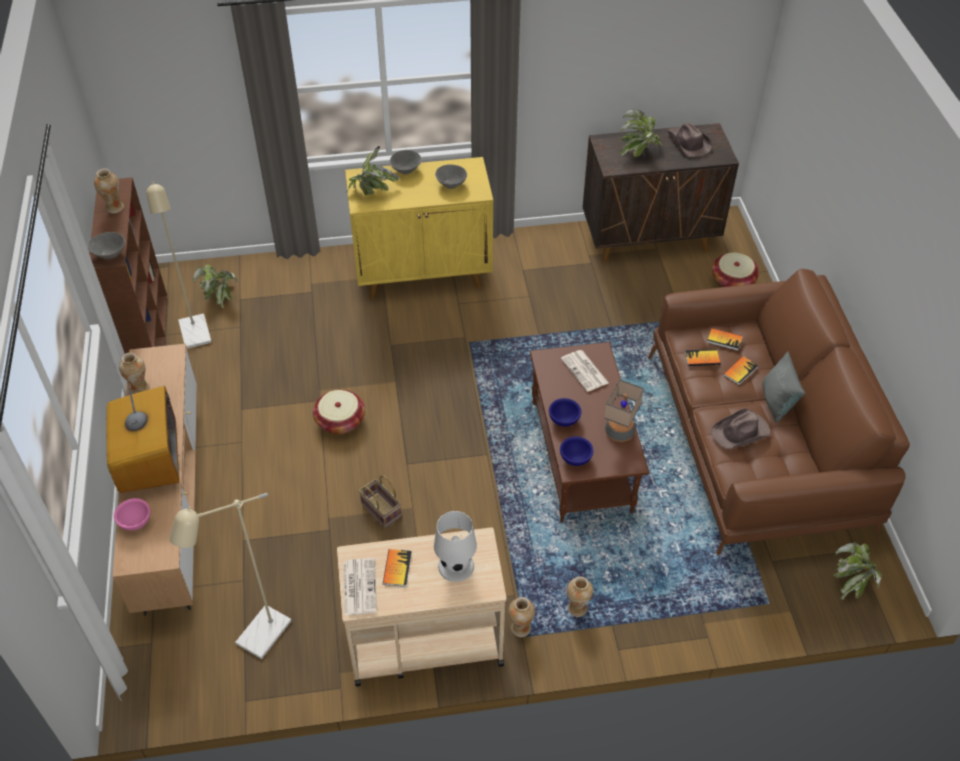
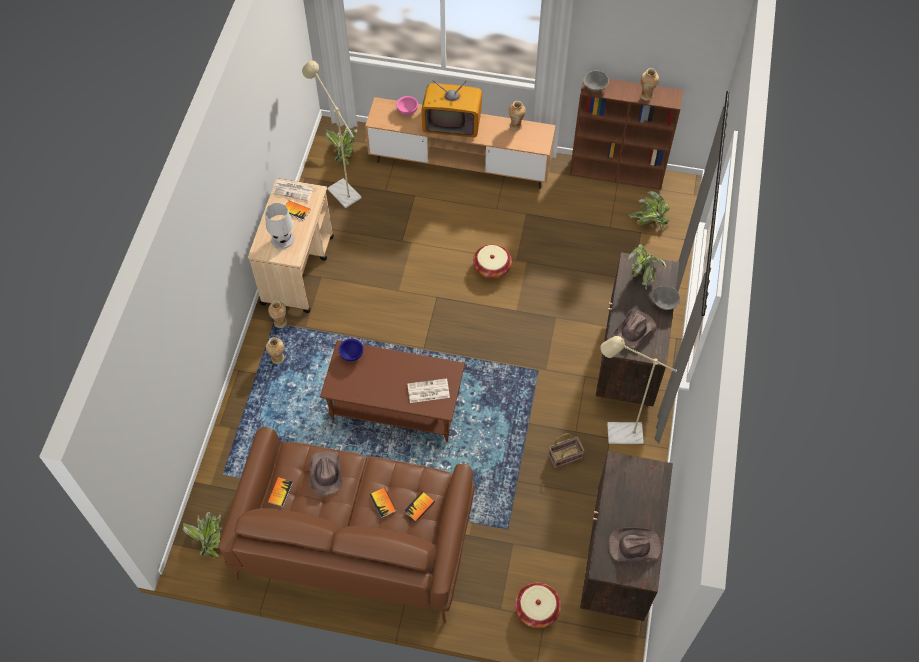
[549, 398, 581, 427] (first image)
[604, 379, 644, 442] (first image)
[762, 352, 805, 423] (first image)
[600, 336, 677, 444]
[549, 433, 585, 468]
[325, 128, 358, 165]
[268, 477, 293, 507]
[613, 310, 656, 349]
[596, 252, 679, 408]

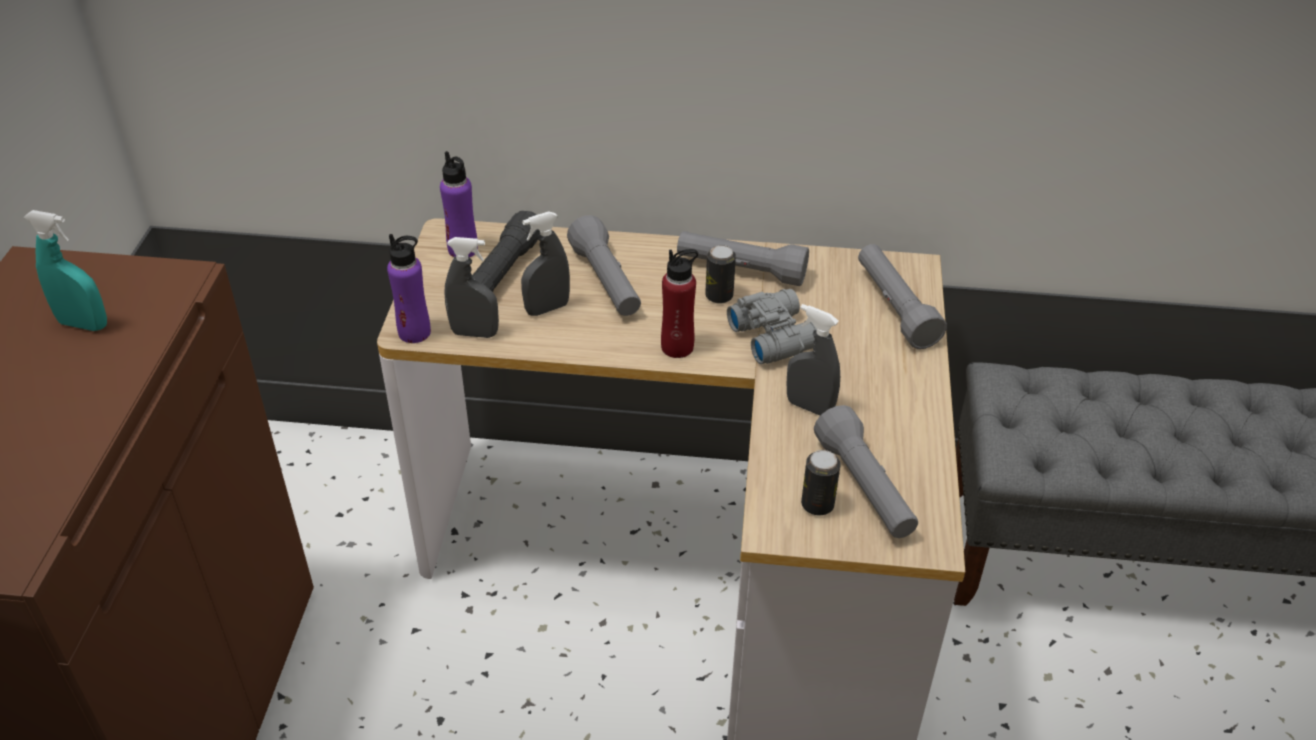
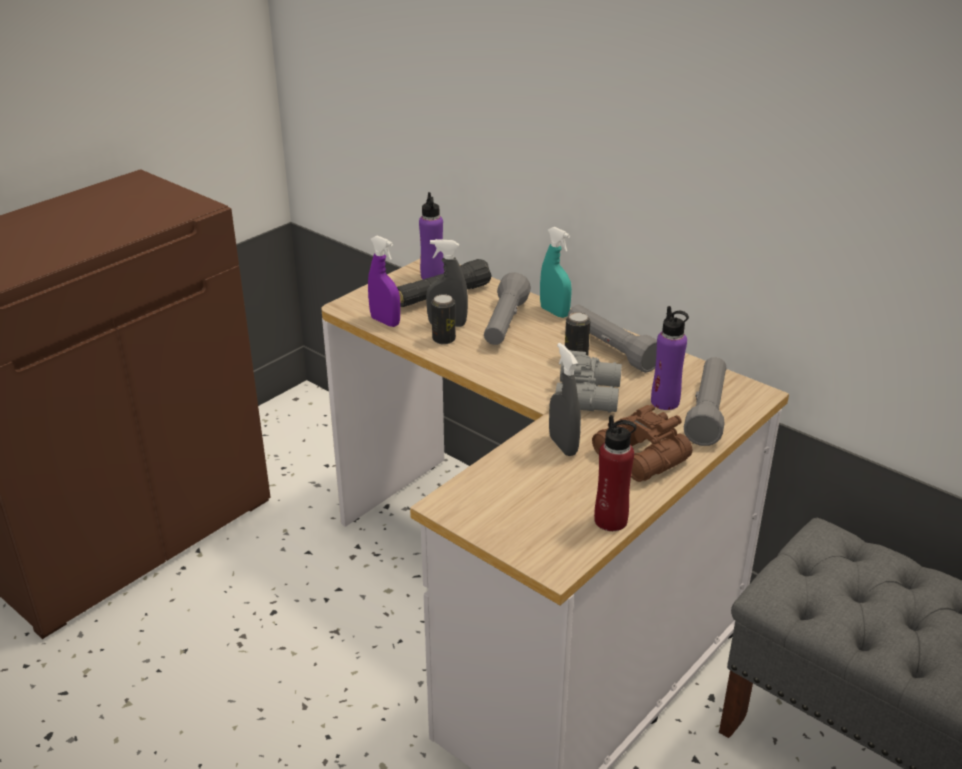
[814, 405, 918, 538] (first image)
[592, 405, 692, 482]
[540, 227, 572, 318]
[651, 306, 689, 410]
[594, 415, 637, 531]
[431, 294, 456, 345]
[368, 236, 400, 327]

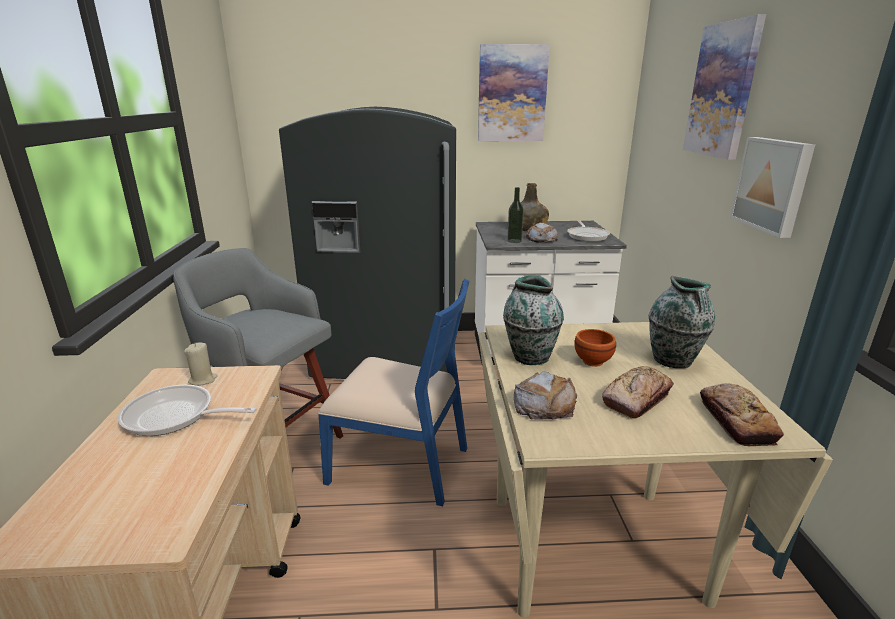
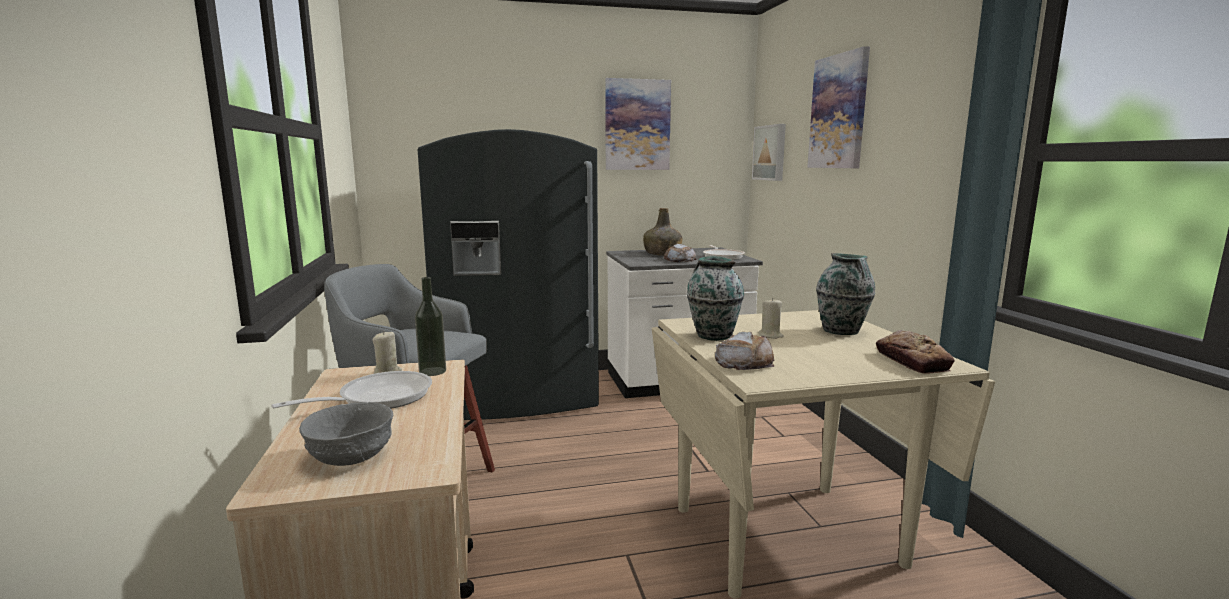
[318, 279, 469, 506] (first image)
[602, 366, 674, 419] (first image)
[299, 402, 393, 466]
[415, 277, 446, 376]
[752, 124, 786, 181]
[759, 298, 784, 339]
[271, 371, 432, 409]

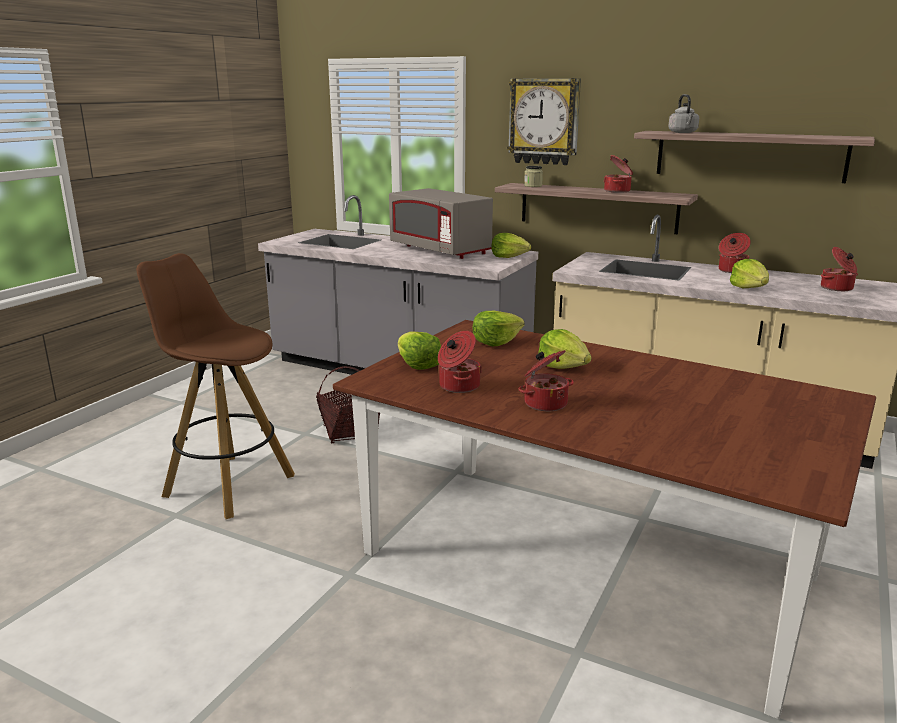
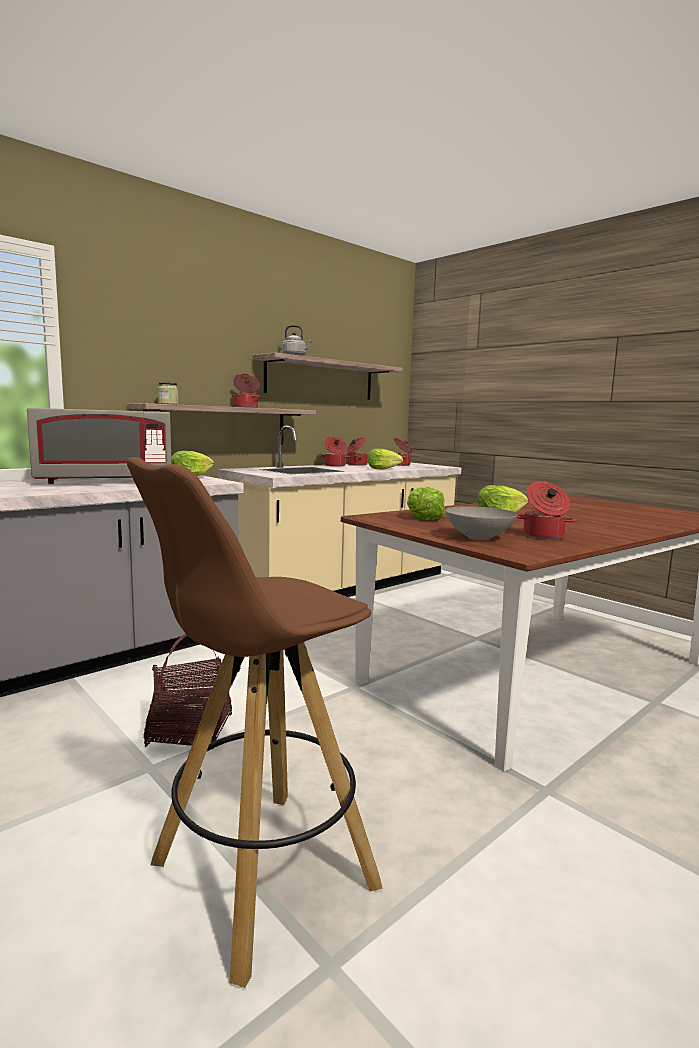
[507, 78, 581, 165] (first image)
[347, 437, 368, 466]
[445, 506, 517, 540]

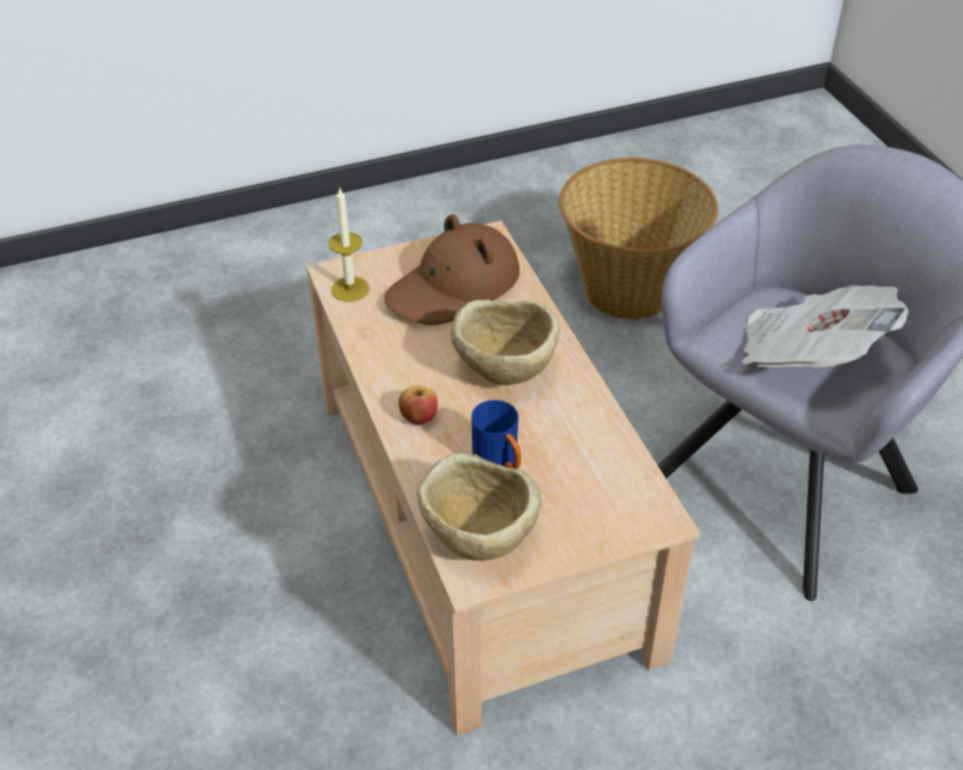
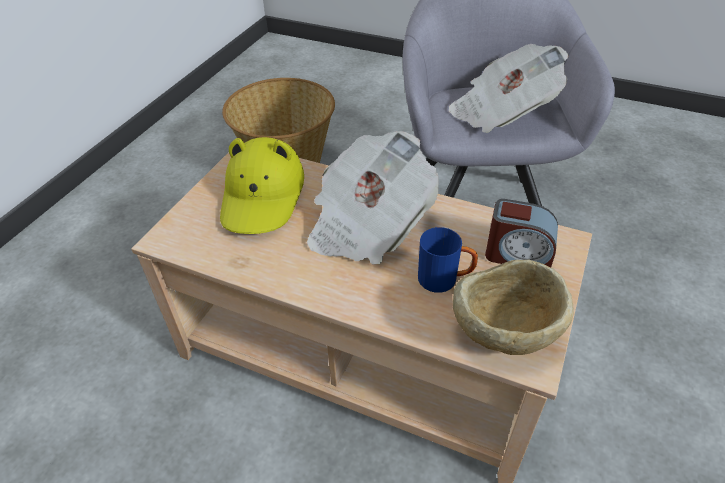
[329, 188, 369, 302] (first image)
[398, 385, 438, 425] (first image)
[485, 199, 558, 267]
[307, 131, 439, 265]
[220, 137, 304, 234]

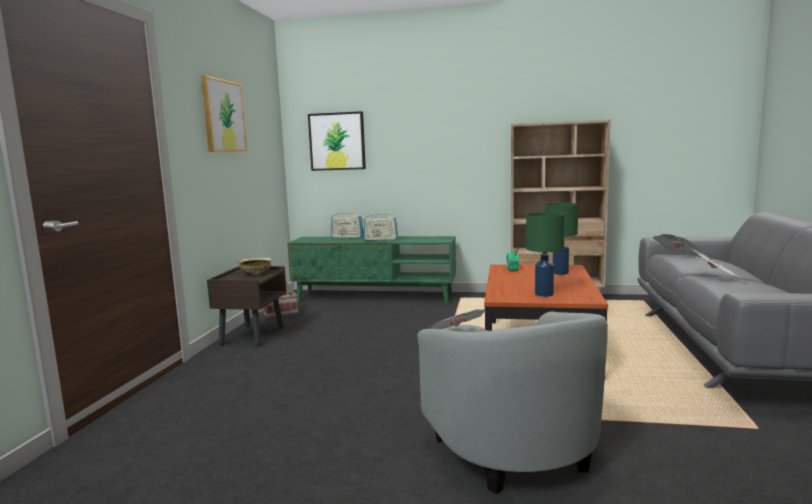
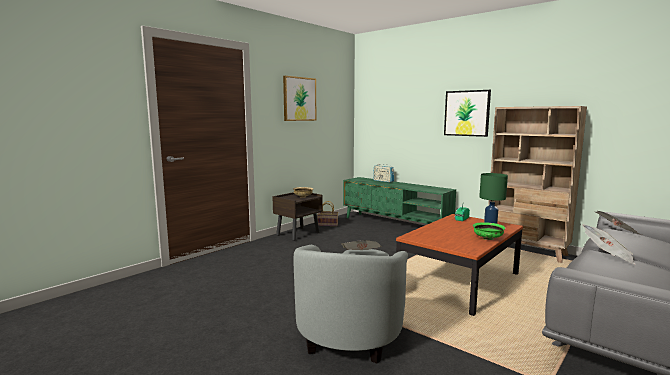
[364, 212, 398, 241] (first image)
[526, 212, 565, 297] (first image)
[473, 222, 506, 240]
[444, 90, 491, 137]

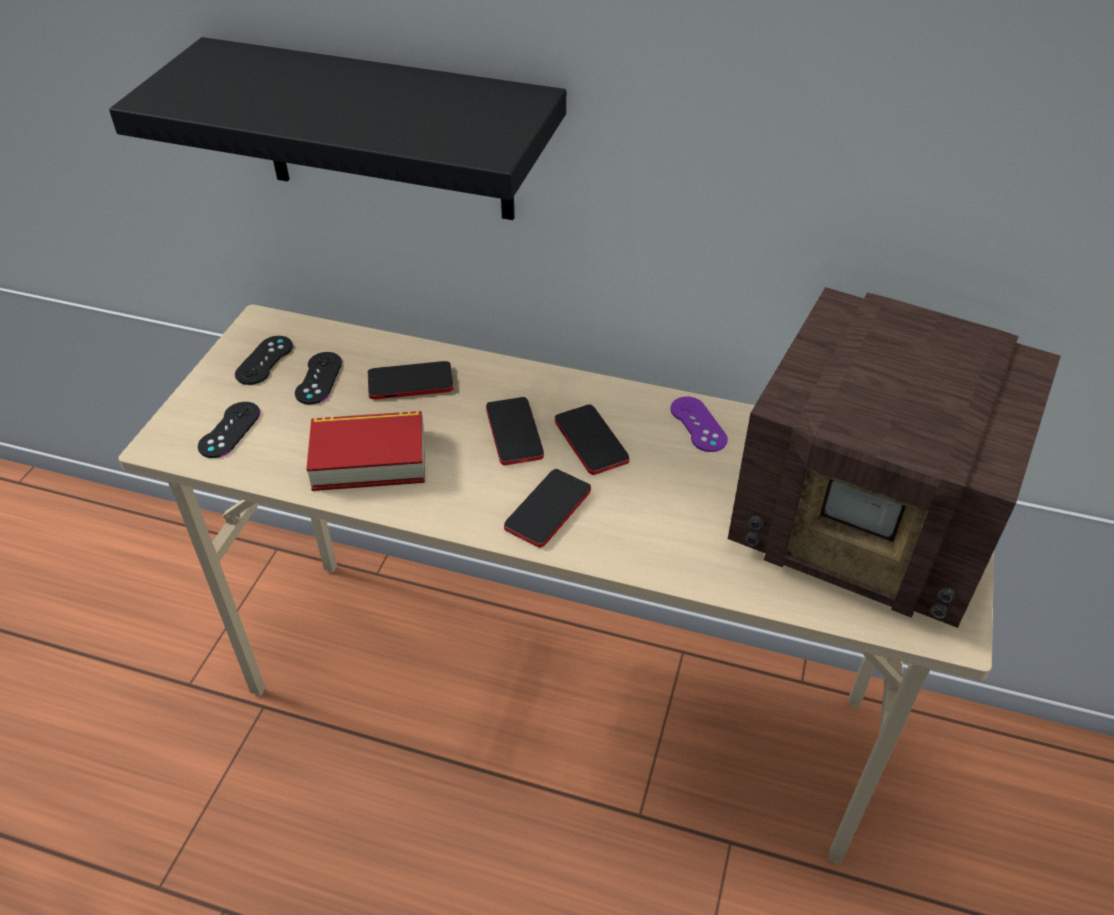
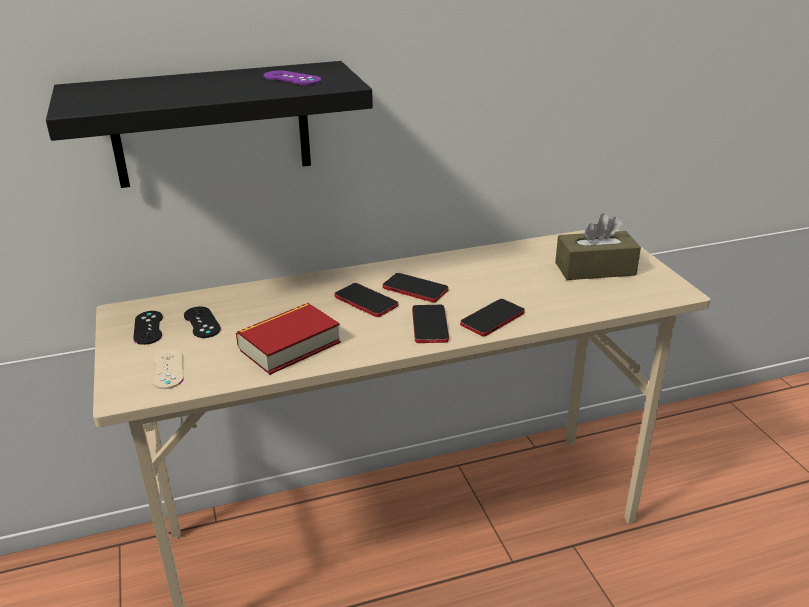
[460, 299, 525, 336]
[263, 71, 322, 85]
[555, 213, 641, 280]
[152, 349, 184, 389]

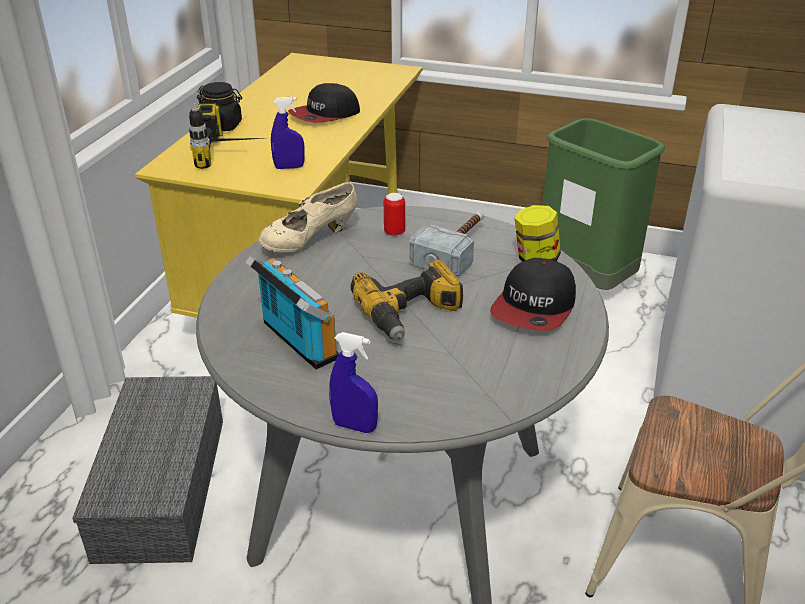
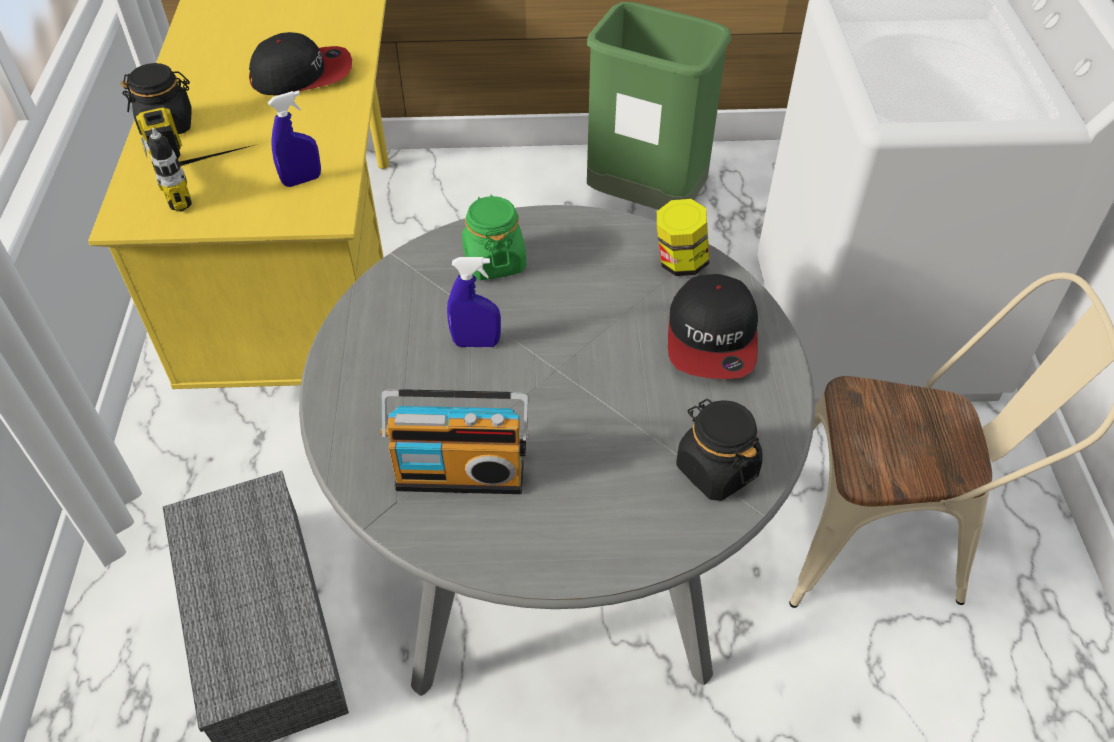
[258, 182, 357, 252] (first image)
[351, 260, 463, 341] (first image)
[409, 210, 484, 276] (first image)
[676, 399, 763, 501]
[447, 257, 501, 347]
[462, 195, 526, 280]
[380, 389, 529, 494]
[249, 32, 352, 96]

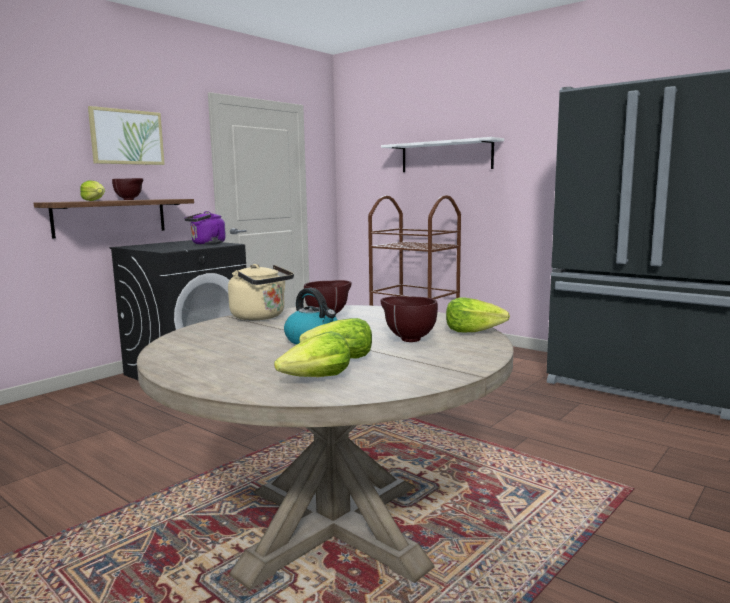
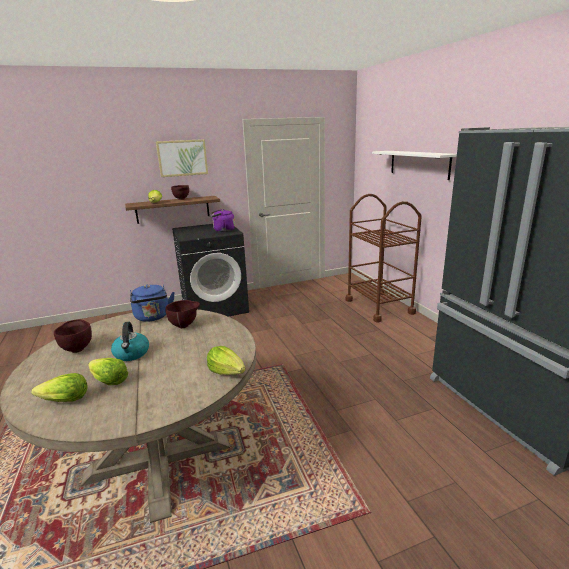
[54, 319, 92, 353]
[130, 285, 175, 322]

